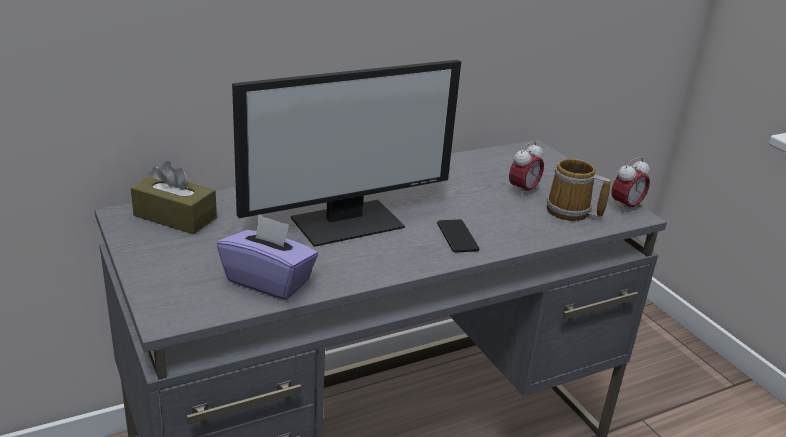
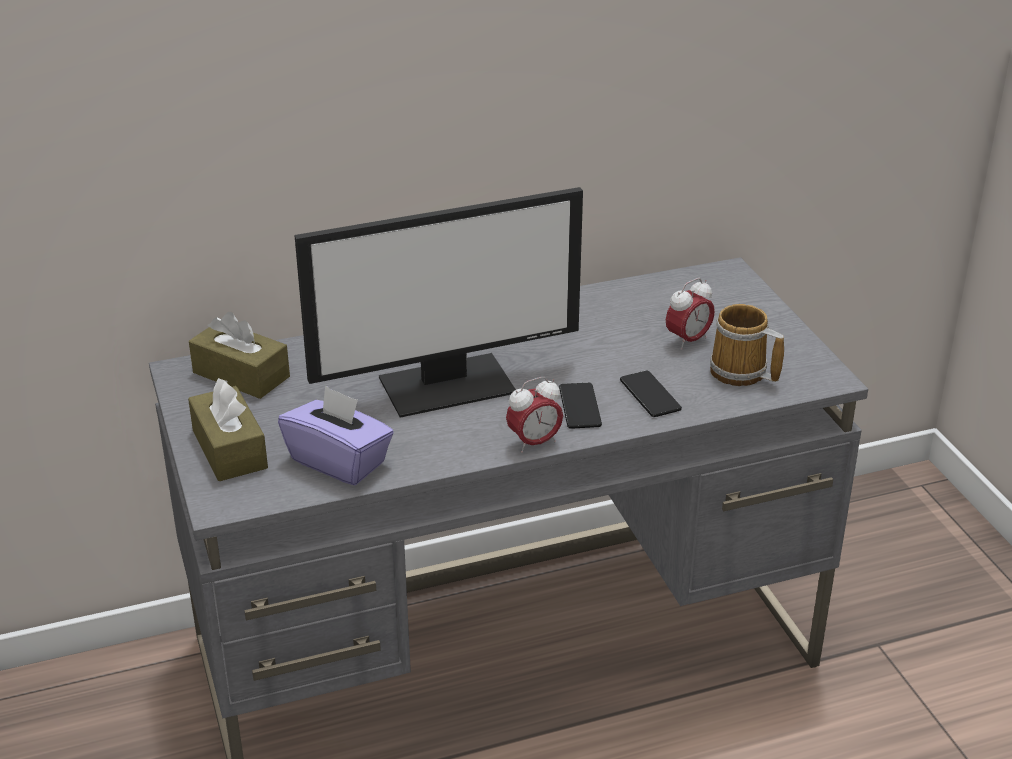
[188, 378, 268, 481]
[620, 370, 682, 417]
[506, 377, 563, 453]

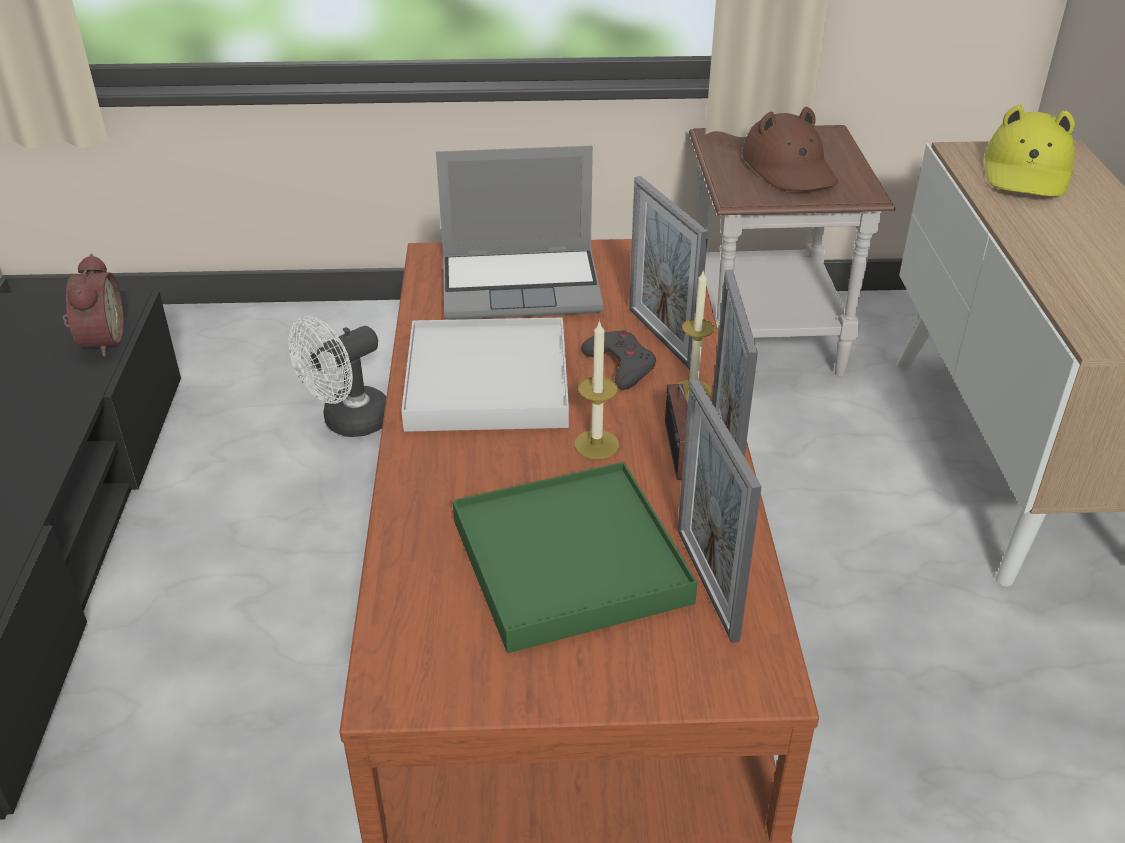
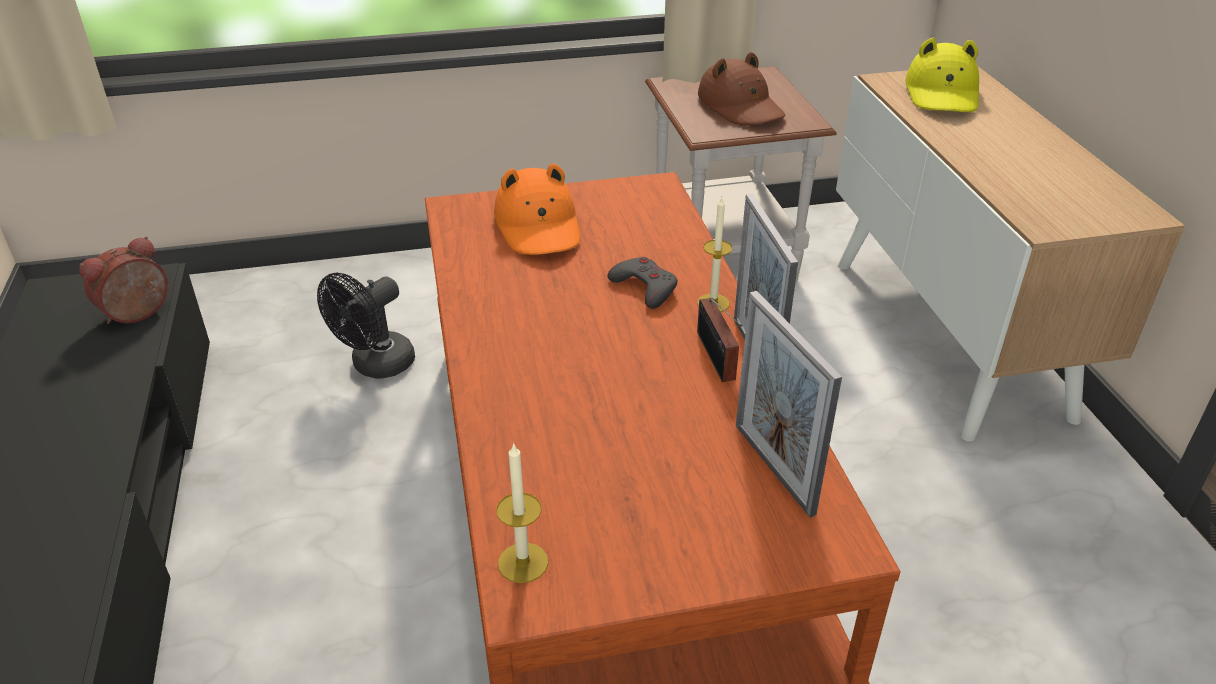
[401, 318, 569, 432] (first image)
[453, 462, 698, 653] (first image)
[629, 176, 708, 370] (first image)
[496, 442, 549, 583]
[494, 163, 580, 255]
[317, 273, 415, 379]
[79, 236, 168, 324]

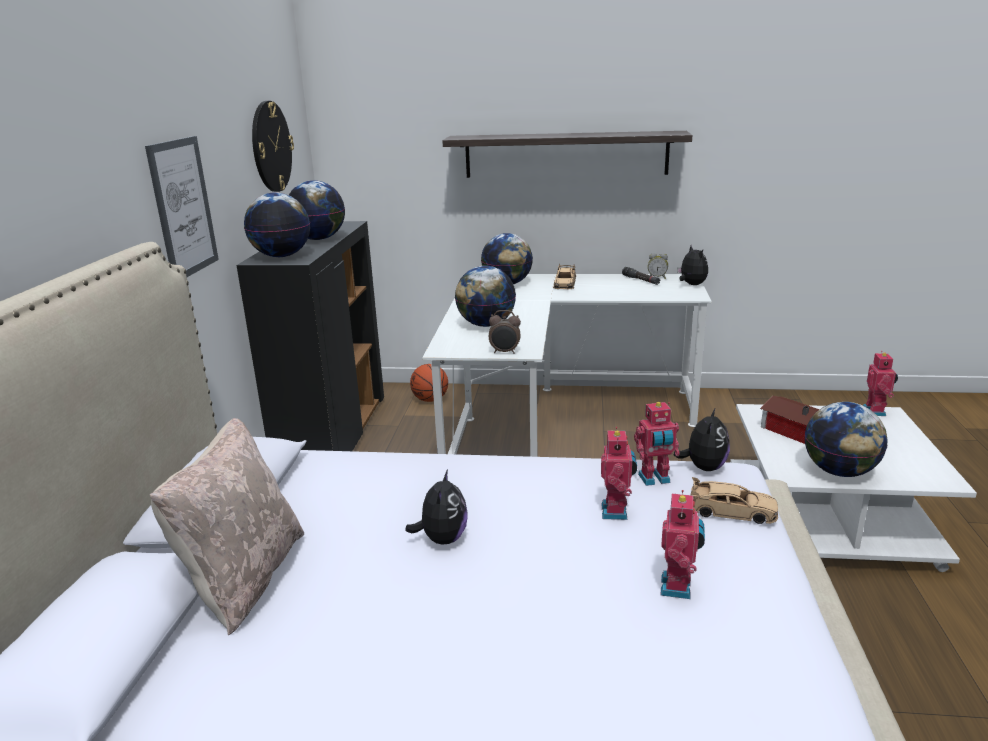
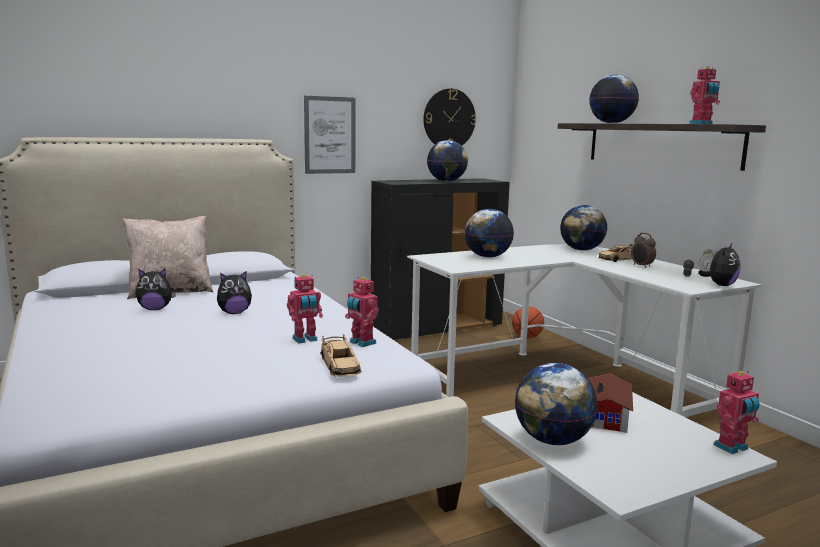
[589, 75, 639, 123]
[631, 233, 656, 268]
[689, 66, 720, 124]
[136, 269, 176, 310]

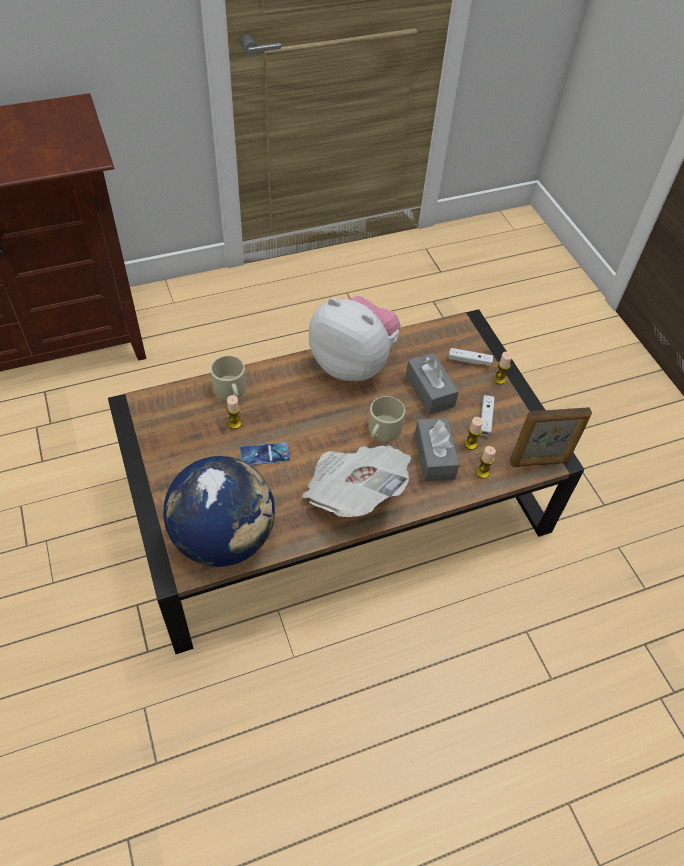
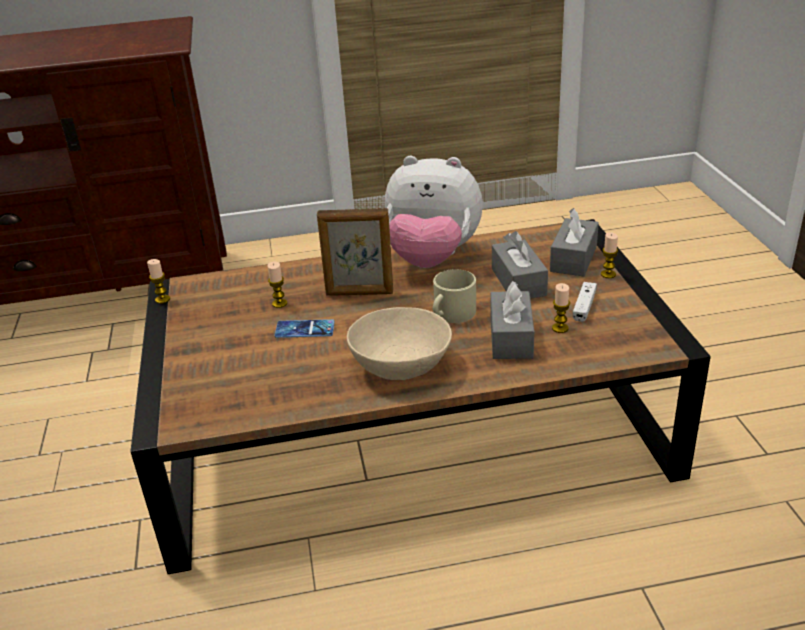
[163, 456, 275, 567] (first image)
[210, 356, 246, 400] (first image)
[147, 259, 170, 304]
[317, 208, 393, 296]
[347, 307, 452, 380]
[550, 208, 599, 277]
[384, 156, 483, 268]

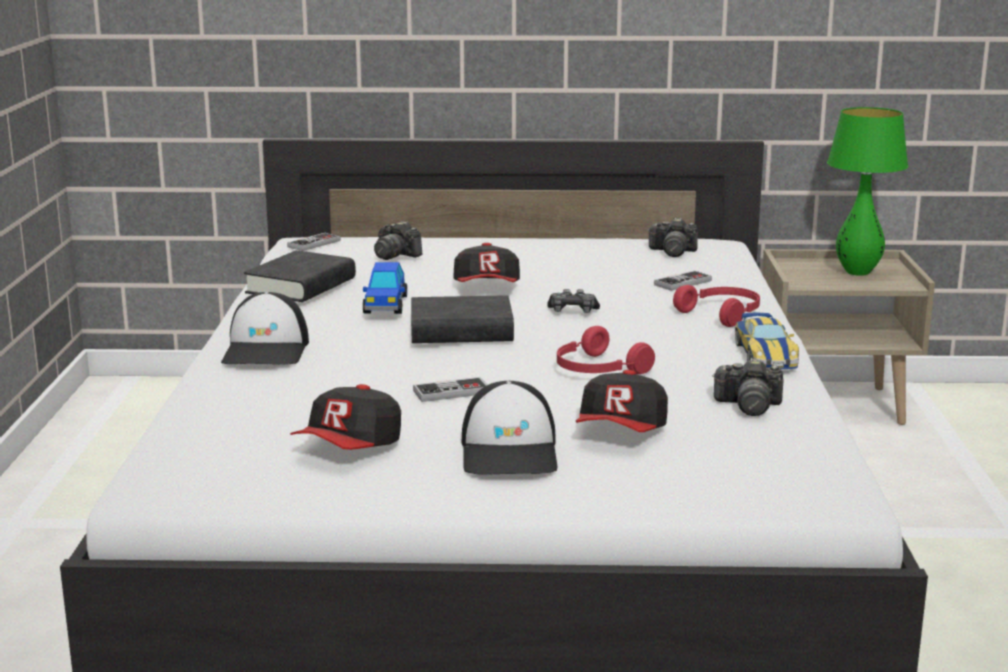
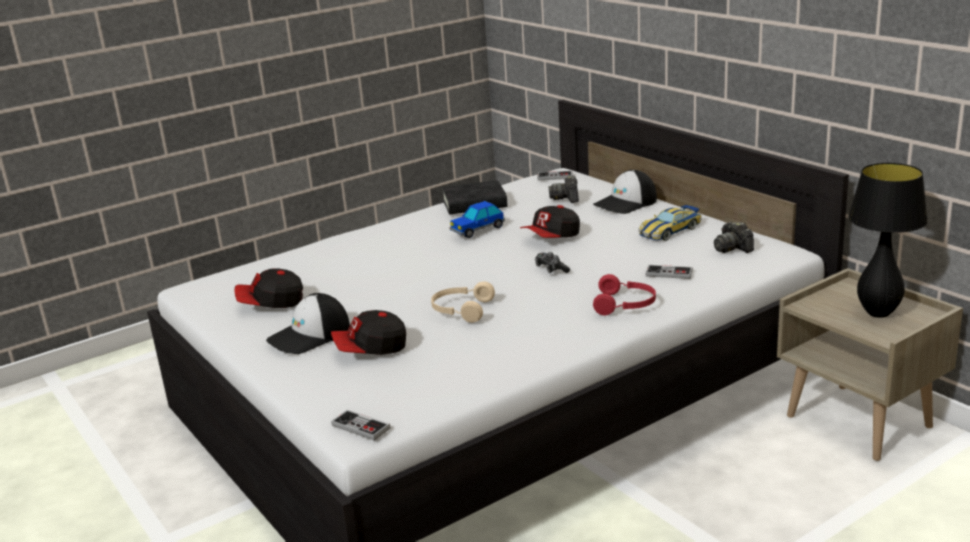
[411, 295, 514, 343] (first image)
[712, 358, 783, 416] (first image)
[593, 170, 657, 214]
[331, 410, 391, 441]
[638, 205, 702, 241]
[431, 281, 495, 323]
[848, 163, 928, 318]

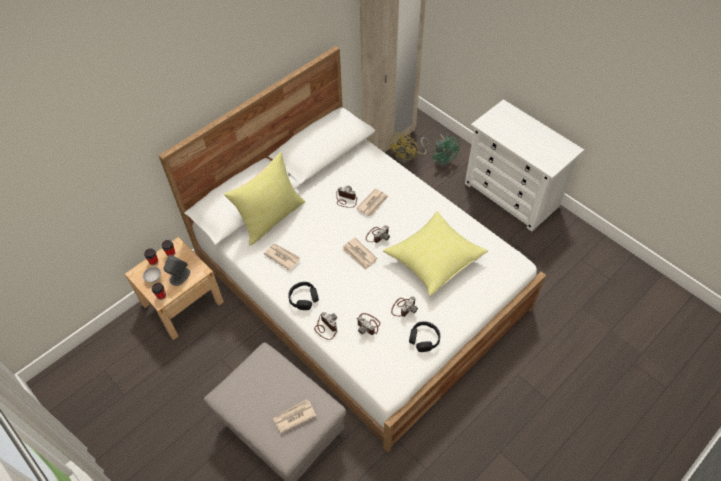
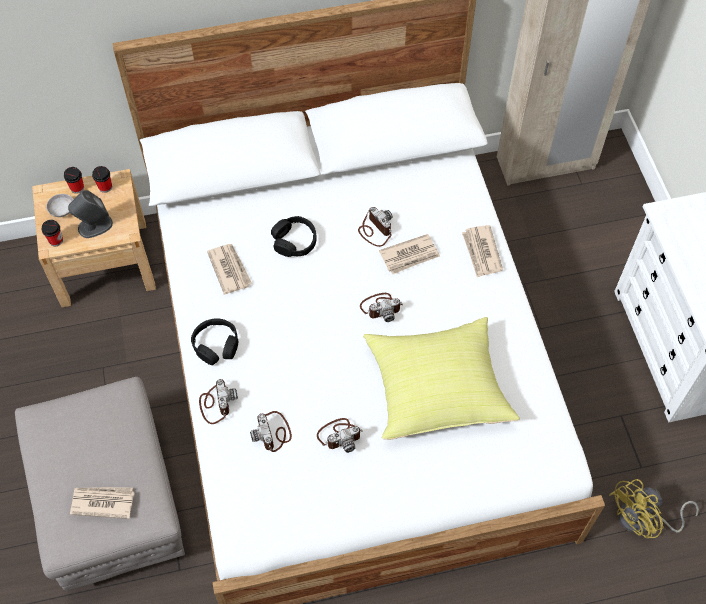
[224, 151, 305, 245] (first image)
[432, 134, 460, 167] (first image)
[462, 225, 503, 277]
[609, 479, 699, 538]
[271, 216, 317, 257]

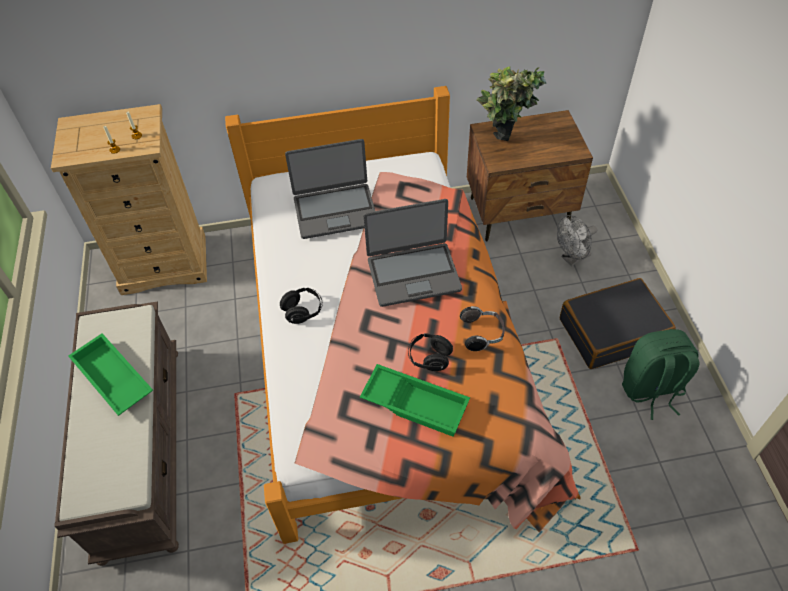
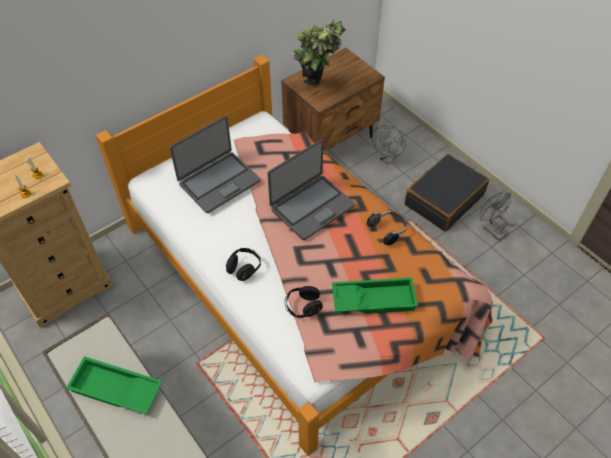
[285, 286, 323, 318]
[480, 192, 515, 241]

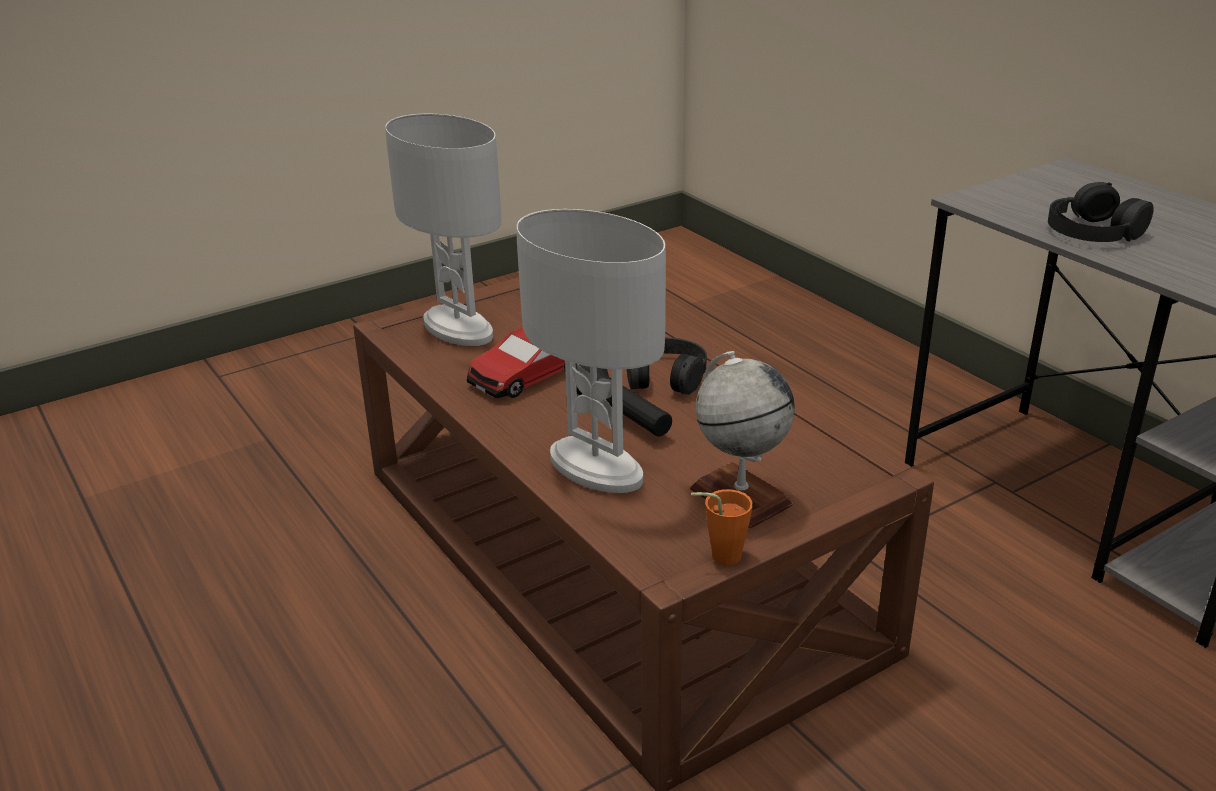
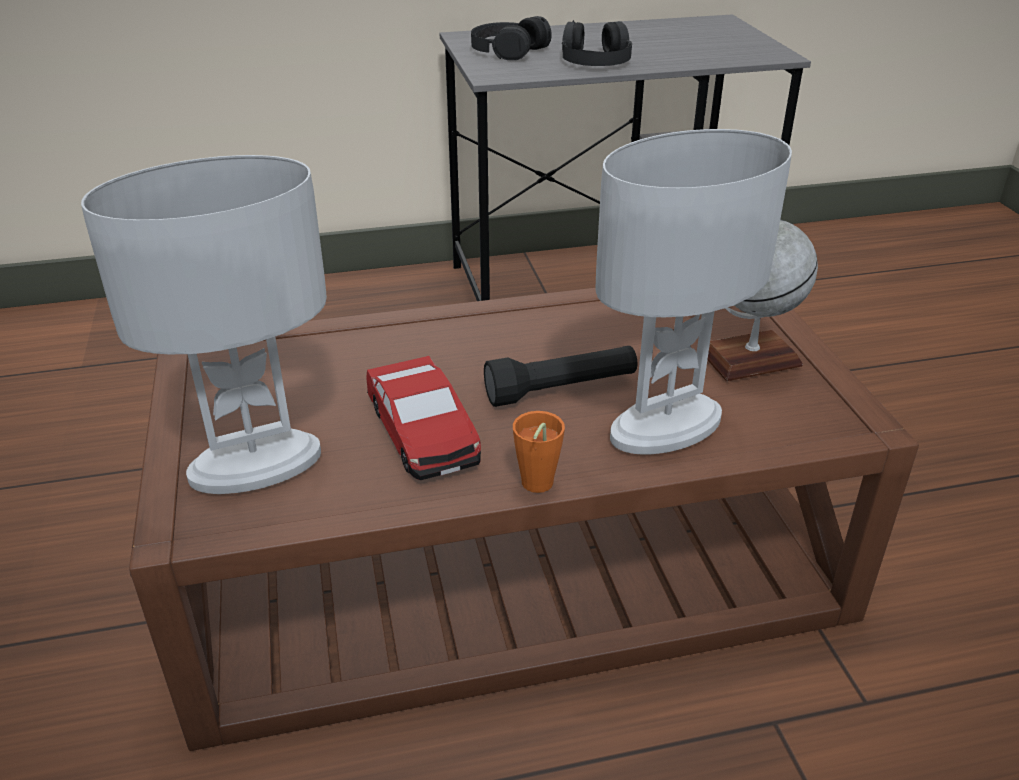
[471, 16, 552, 60]
[513, 411, 565, 493]

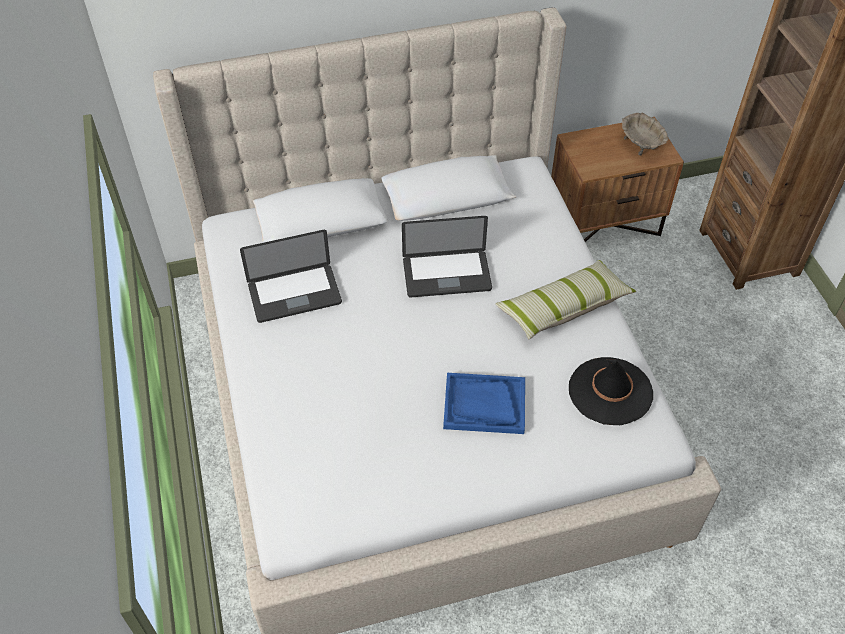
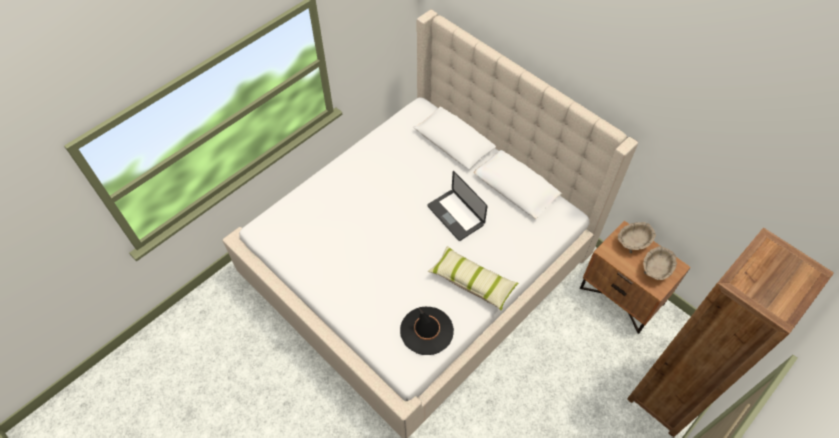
[240, 230, 342, 323] (first image)
[443, 373, 525, 434] (first image)
[618, 222, 656, 253]

